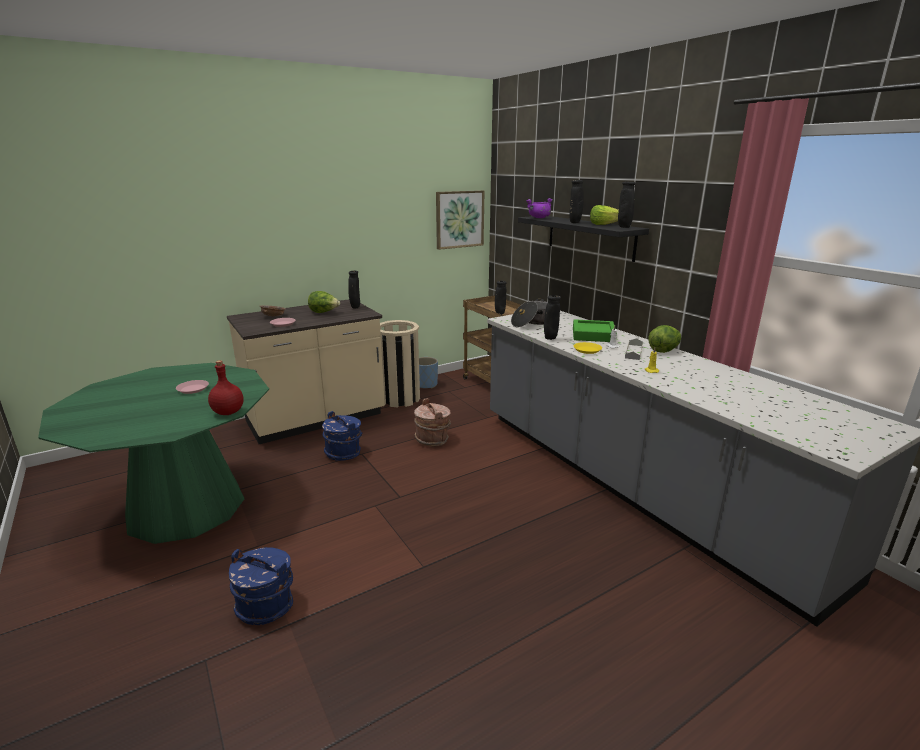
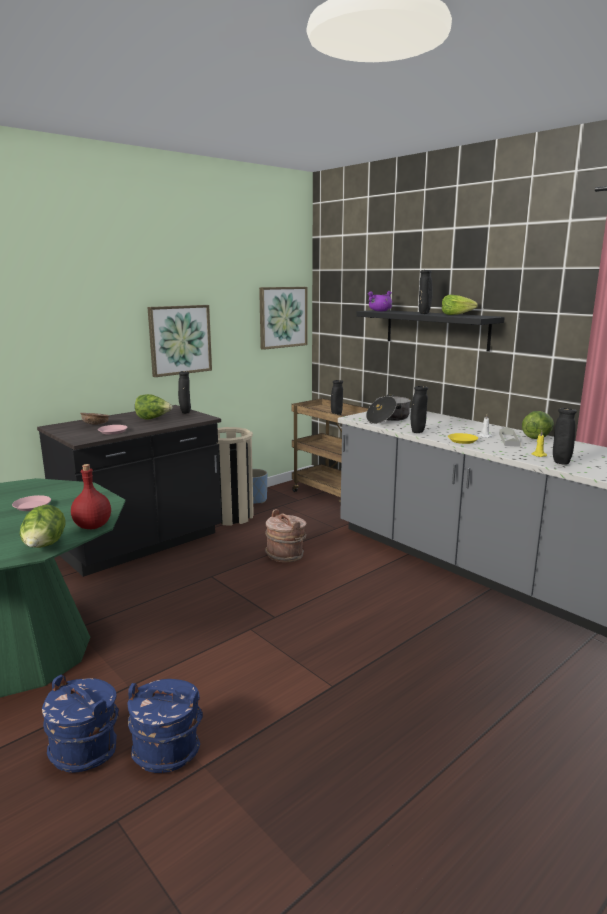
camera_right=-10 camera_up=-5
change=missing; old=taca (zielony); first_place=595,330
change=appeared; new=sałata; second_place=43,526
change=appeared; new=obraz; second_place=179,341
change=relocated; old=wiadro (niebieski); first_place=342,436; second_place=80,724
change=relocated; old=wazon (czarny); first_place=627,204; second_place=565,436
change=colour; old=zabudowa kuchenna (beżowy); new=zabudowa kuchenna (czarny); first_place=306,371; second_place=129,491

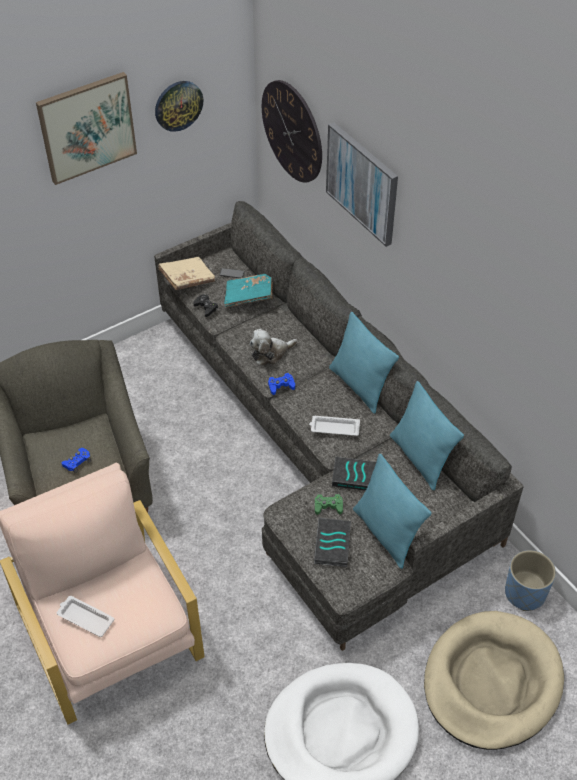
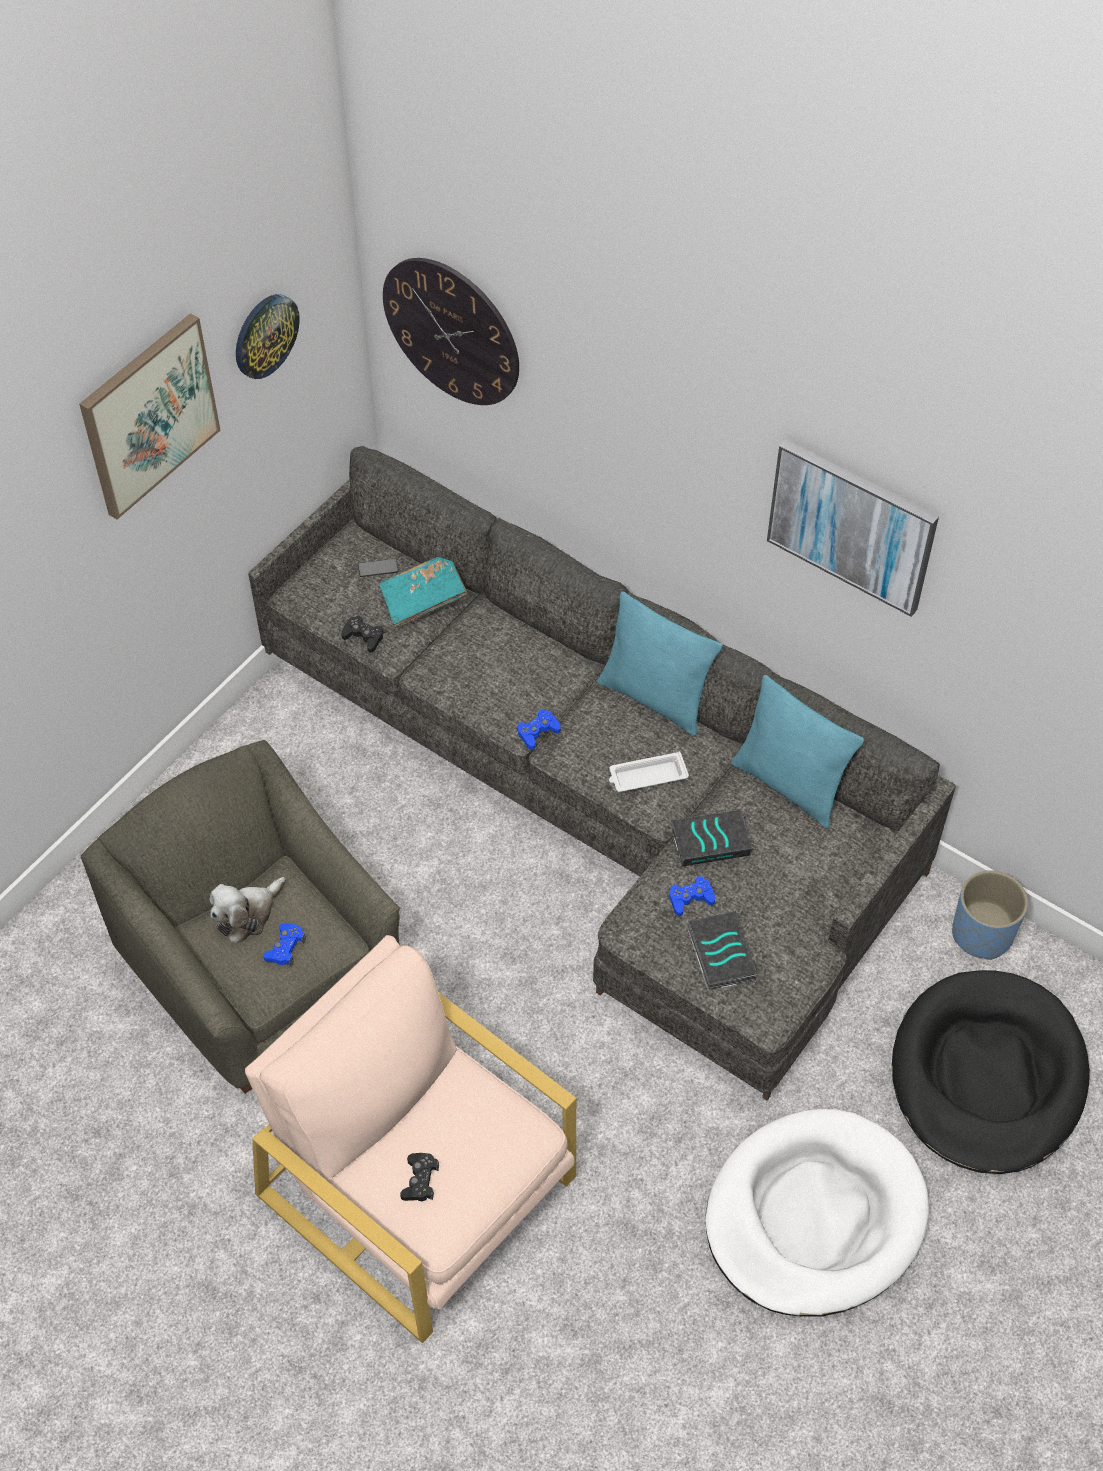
camera_right=-20 camera_up=5
change=missing; old=książka (beżowy); first_place=186,273
change=missing; old=poduszka (turkusowy); first_place=392,511
change=relocated; old=pluszak; first_place=274,347; second_place=247,910
change=relocated; old=obraz; first_place=362,184; second_place=853,528
change=exchanged; old=taca (biały); new=pad do gier (czarny); first_place=85,616; second_place=419,1177
change=colour; old=pad do gier (zielony); new=pad do gier (niebieski); first_place=329,504; second_place=692,896
change=colour; old=legowisko (beżowy); new=legowisko (czarny); first_place=494,680; second_place=991,1072

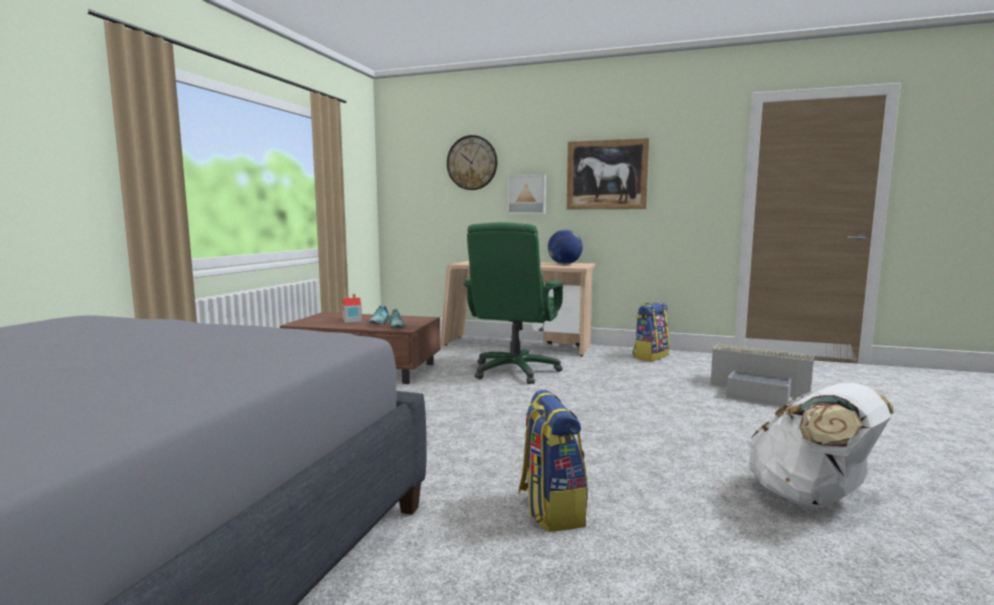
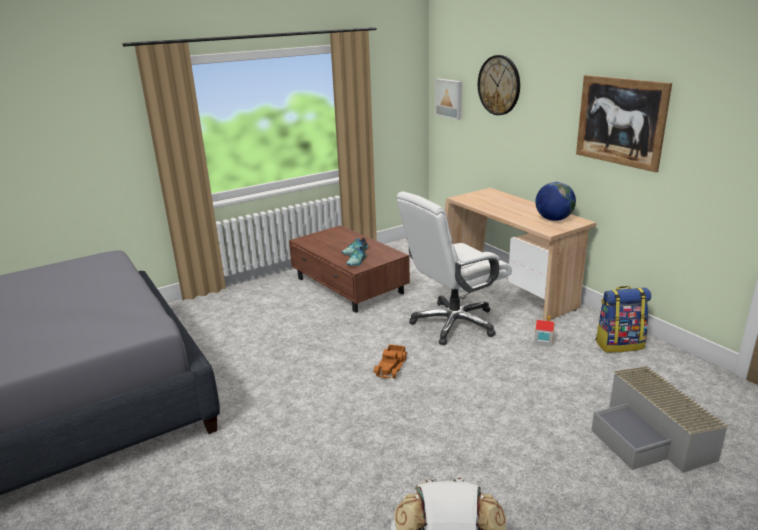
camera_right=40 camera_up=15
change=missing; old=plecak; first_place=553,461
change=appeared; new=ciężarówka zabawkowa; second_place=390,361
change=relocated; old=domek; first_place=352,308; second_place=544,331
change=relocated; old=obraz; first_place=526,194; second_place=448,99
change=colour; old=krzesło biurowe (zielony); new=krzesło biurowe (biały); first_place=513,303; second_place=454,268

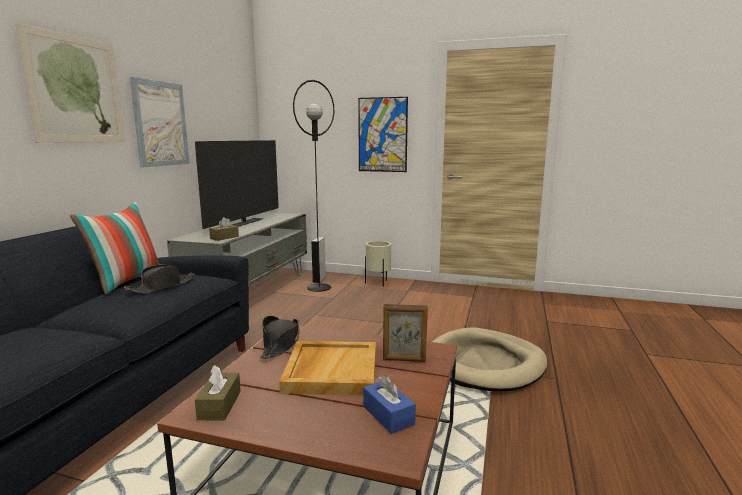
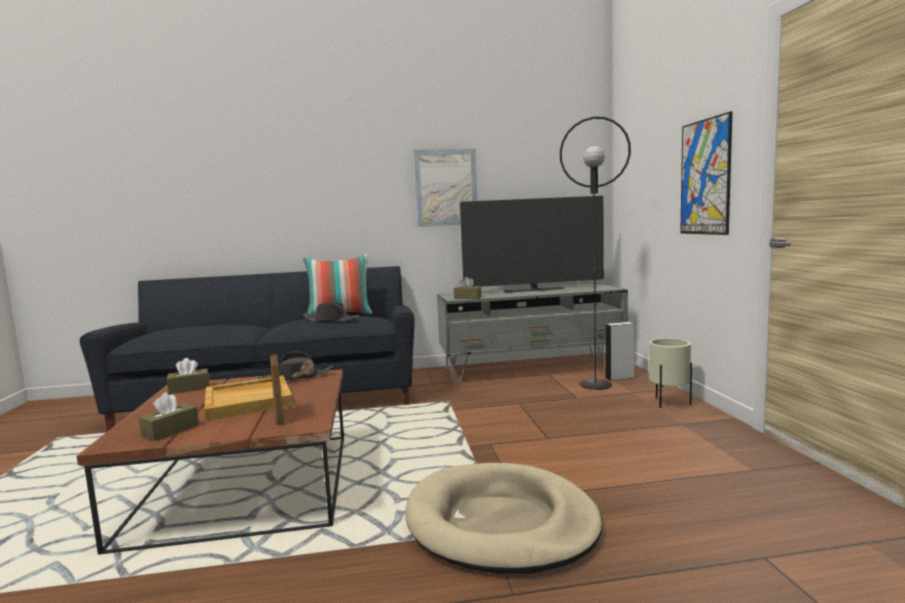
camera_right=65 camera_up=-5
change=missing; old=obraz; first_place=70,83
change=colour; old=pudełko chusteczek (niebieski); new=pudełko chusteczek (brązowy); first_place=389,404; second_place=169,416

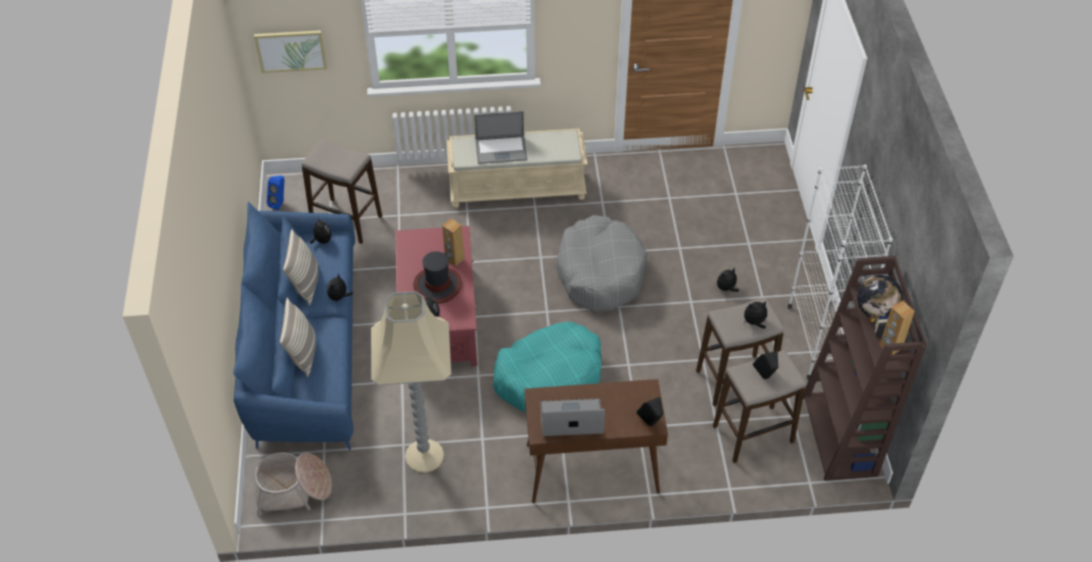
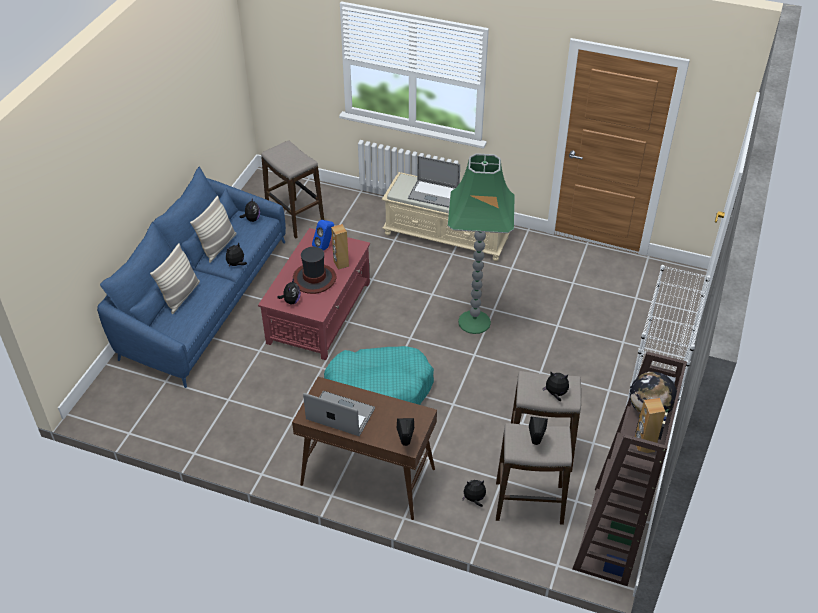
camera_right=25 camera_up=-5
change=missing; old=obraz; first_place=290,51
change=missing; old=koszyk; first_place=293,484
change=missing; old=lampa stojąca (beżowy); first_place=411,382
change=relocated; old=głośnik (niebieski); first_place=276,192; second_place=323,235
change=relocated; old=pluszak; first_place=728,279; second_place=474,493
change=exchanged; old=legowisko (szary); new=lampa stojąca (zielony); first_place=601,263; second_place=481,243

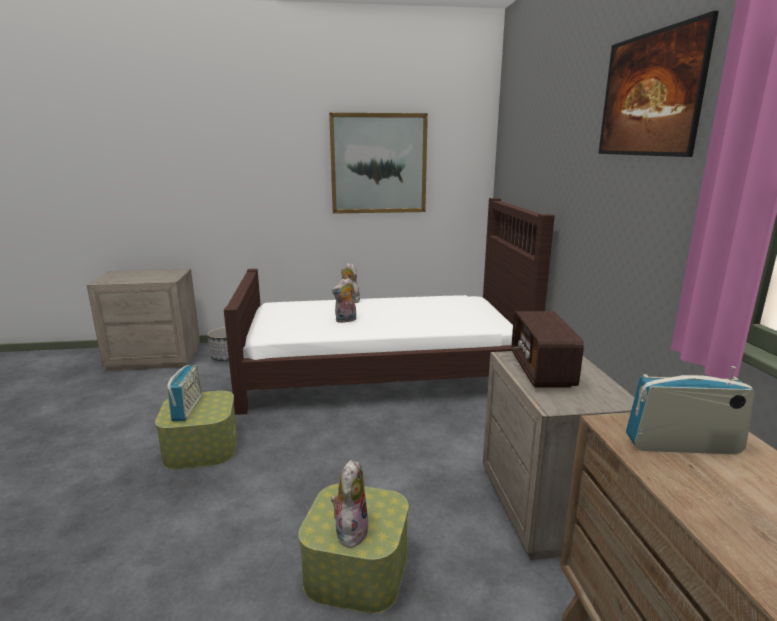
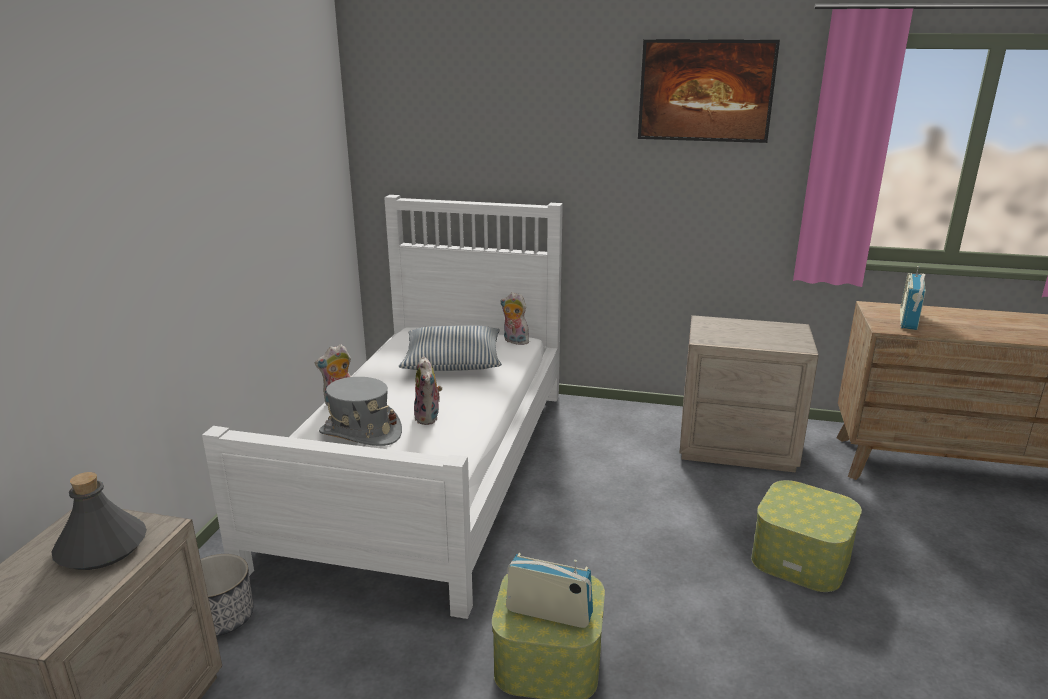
camera_right=-70 camera_up=5
change=missing; old=obraz; first_place=378,163
change=missing; old=radio; first_place=547,349
change=appeared; new=butelka (szary); second_place=99,521
change=appeared; new=kapelusz (szary); second_place=360,411
change=appeared; new=poduszka; second_place=450,348
change=relocated; old=pluszak; first_place=349,504; second_place=514,318
change=colour; old=łóżko (brązowy); new=łóżko (biały); first_place=389,306; second_place=382,407

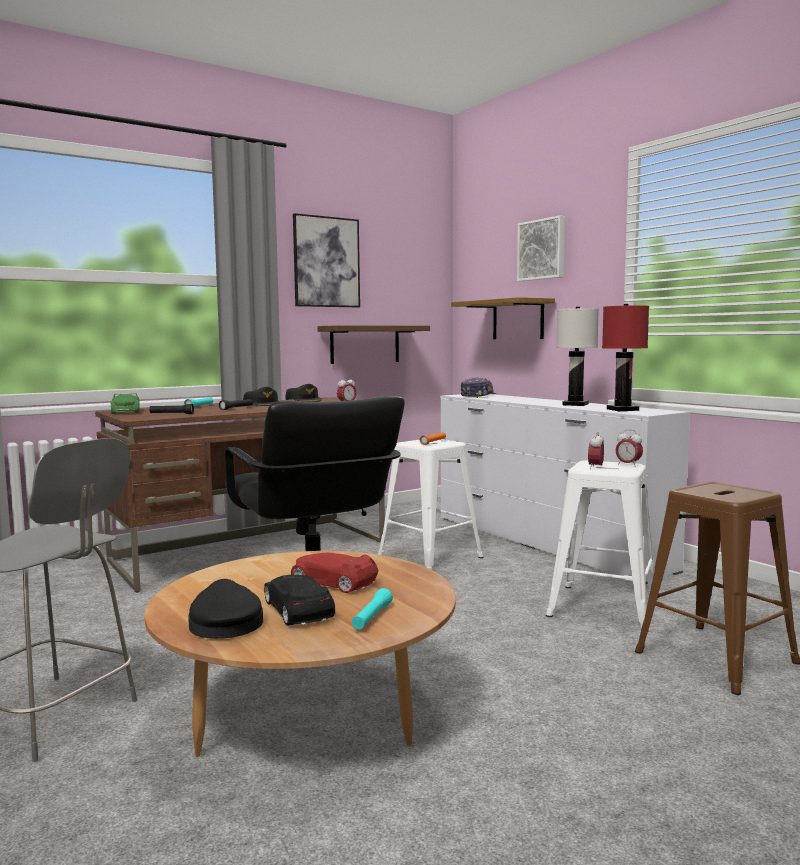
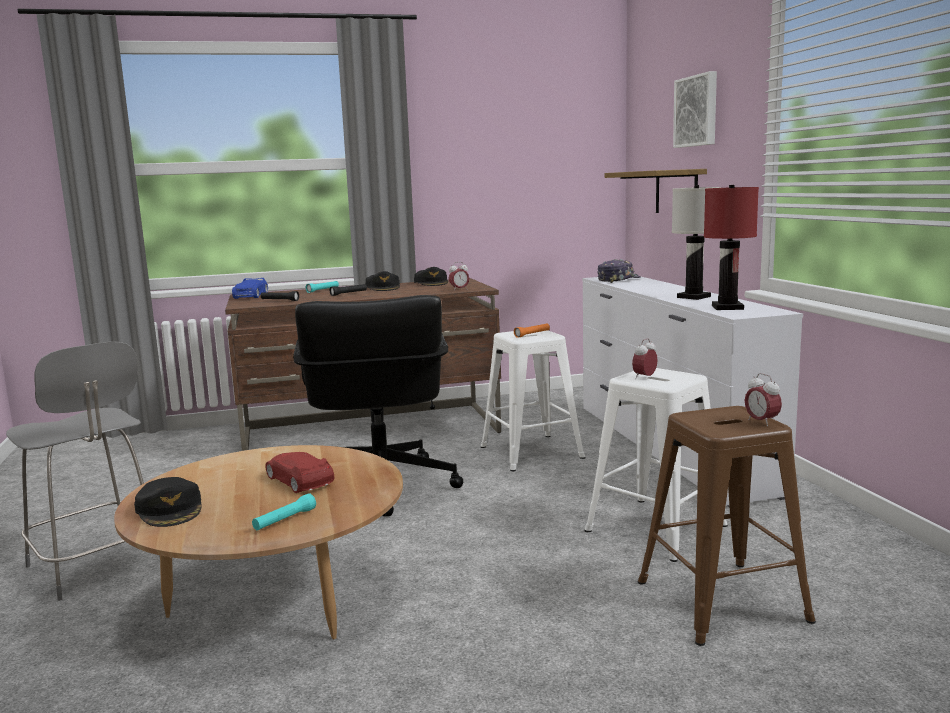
camera_right=20 camera_up=5
change=missing; old=samochodzik (czarny); first_place=299,600
change=missing; old=obraz; first_place=326,260
change=missing; old=półka; first_place=373,344
change=relocated; old=budzik; first_place=629,448; second_place=763,400
change=colour; old=samochodzik (zielony); new=samochodzik (niebieski); first_place=125,403; second_place=250,288
change=spun; old=czapka z daszkiem (czarny); first_place=225,609; second_place=168,502; degrees=150

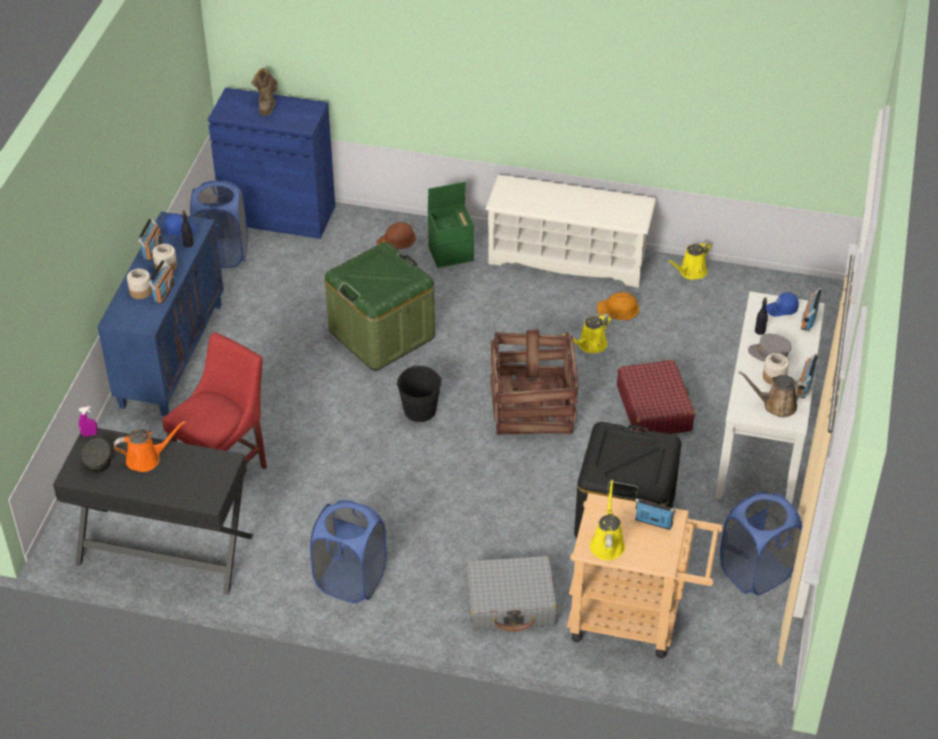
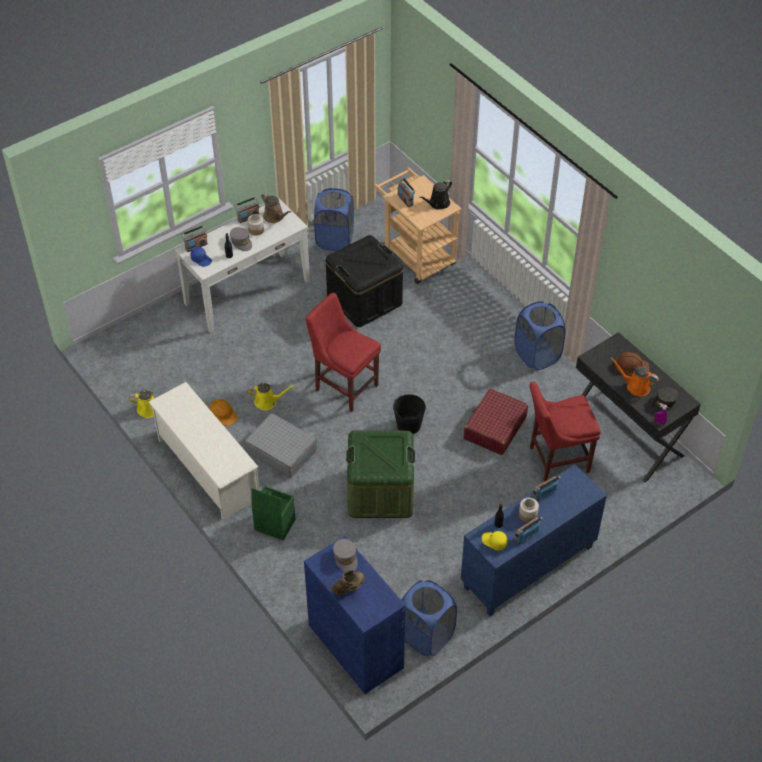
camera_right=-140 camera_up=5
change=missing; old=słoik; first_place=139,283
change=appeared; new=czapka z daszkiem (szary); second_place=345,555
change=relocated; old=kask (brązowy); first_place=396,235; second_place=632,364
change=relocated; old=walizka (szary); first_place=511,594; second_place=281,445
change=relocated; old=walizka (czerwony); first_place=656,397; second_place=496,422
change=exchanged; old=skrzynka; new=krzesło (czerwony); first_place=535,382; second_place=343,352
change=colour; old=czapka z daszkiem (niebieski); new=czapka z daszkiem (żółty); first_place=180,224; second_place=495,540
change=colour; old=konewka (żółty); new=konewka (czarny); first_place=607,520; second_place=435,195

